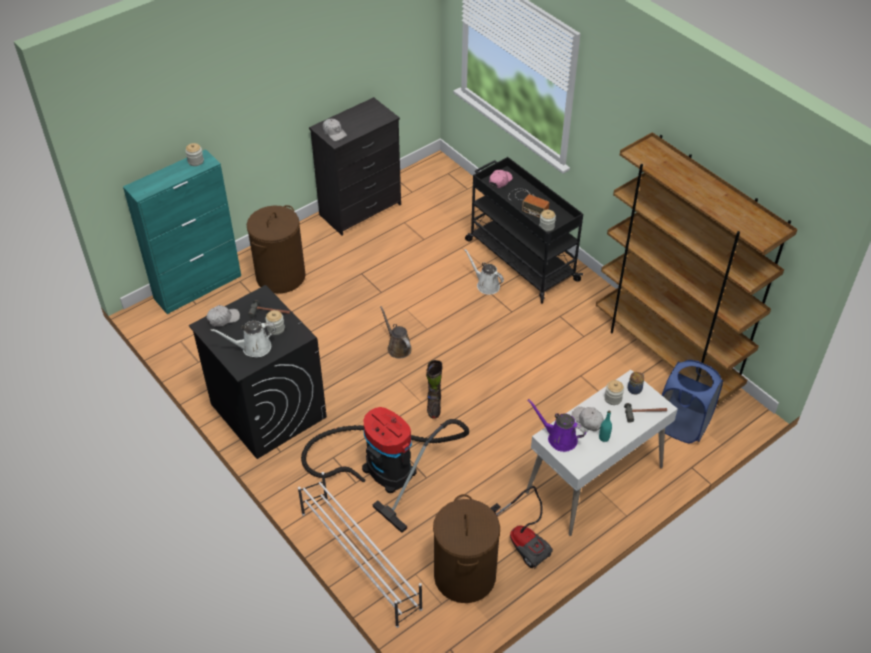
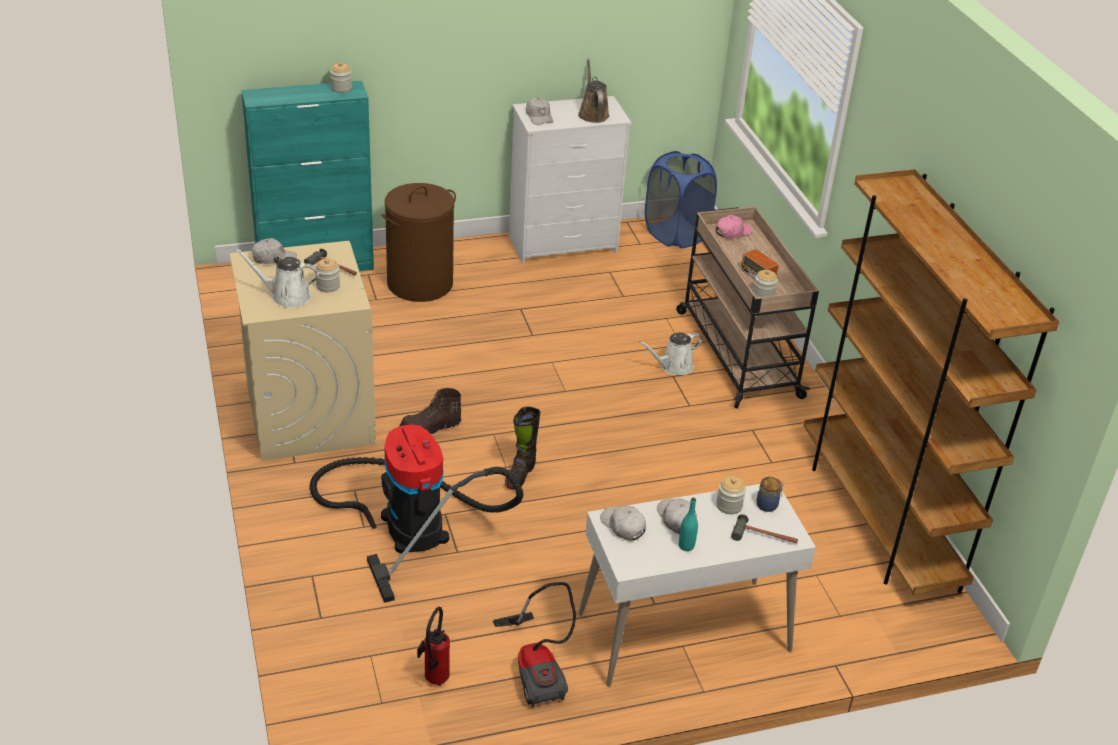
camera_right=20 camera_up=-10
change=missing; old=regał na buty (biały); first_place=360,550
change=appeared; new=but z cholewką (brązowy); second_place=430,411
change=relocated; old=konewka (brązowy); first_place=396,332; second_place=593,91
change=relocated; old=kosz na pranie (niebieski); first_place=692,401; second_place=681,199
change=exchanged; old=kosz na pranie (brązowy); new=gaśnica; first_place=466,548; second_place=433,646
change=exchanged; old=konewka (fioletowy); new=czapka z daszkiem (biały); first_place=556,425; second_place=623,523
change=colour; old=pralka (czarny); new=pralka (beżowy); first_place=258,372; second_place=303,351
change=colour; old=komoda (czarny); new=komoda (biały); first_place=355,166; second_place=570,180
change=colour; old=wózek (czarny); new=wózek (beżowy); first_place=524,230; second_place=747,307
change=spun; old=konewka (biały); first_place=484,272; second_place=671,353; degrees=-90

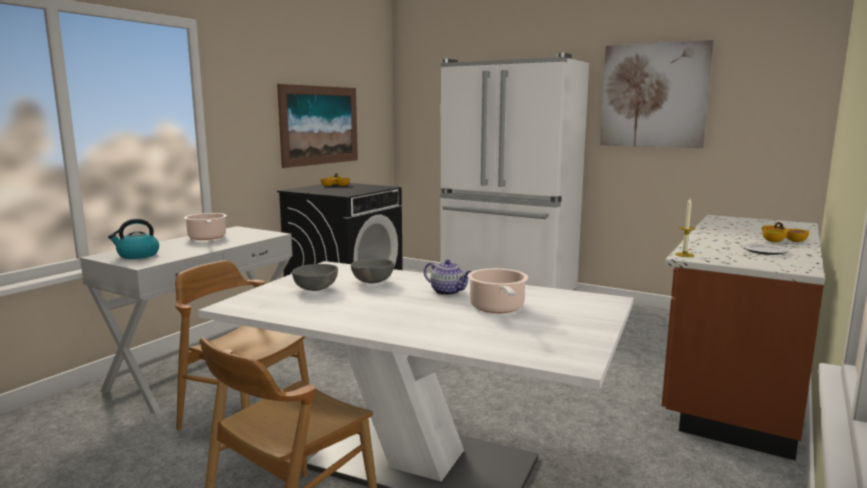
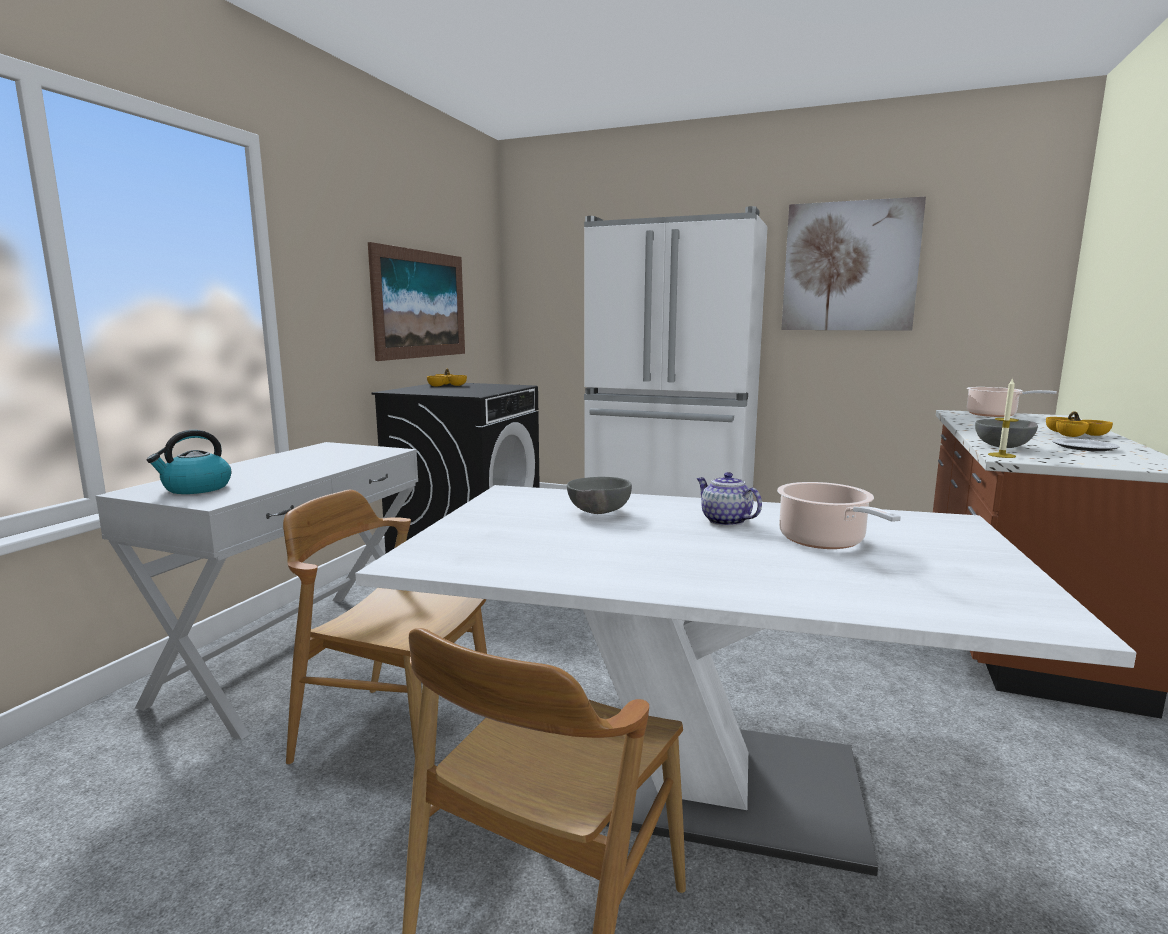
camera_right=-10 camera_up=0
change=relocated; old=garnek; first_place=205,226; second_place=1012,402
change=relocated; old=miska (szary); first_place=315,277; second_place=1006,433
change=spun; old=imbryk; first_place=447,277; second_place=729,499; degrees=-150

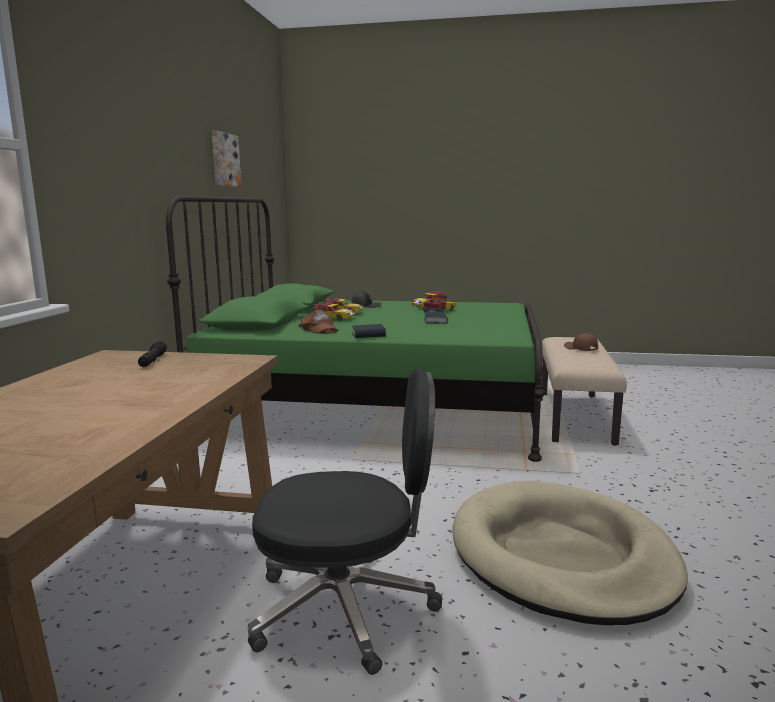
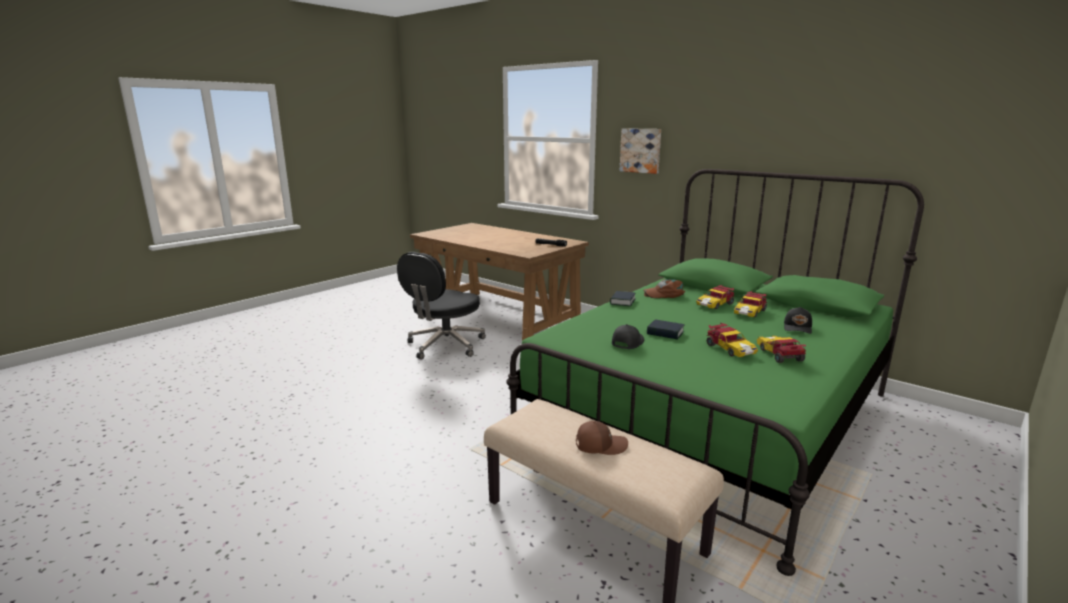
camera_right=120 camera_up=5
change=missing; old=legowisko (beżowy); first_place=570,553
change=appeared; new=czapka z daszkiem (czarny); second_place=628,336
change=relocated; old=obraz; first_place=227,159; second_place=640,151

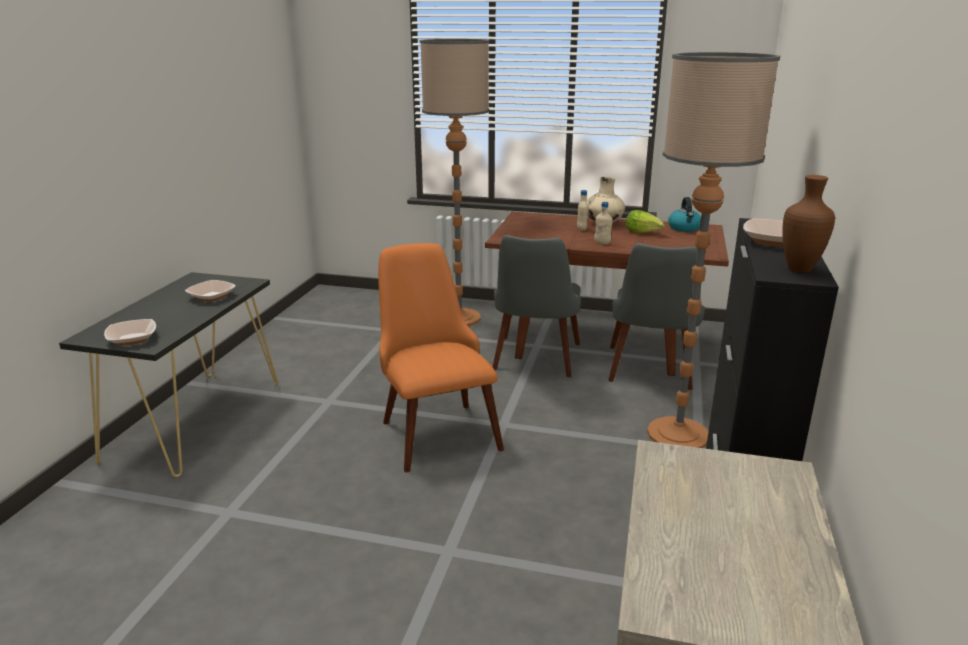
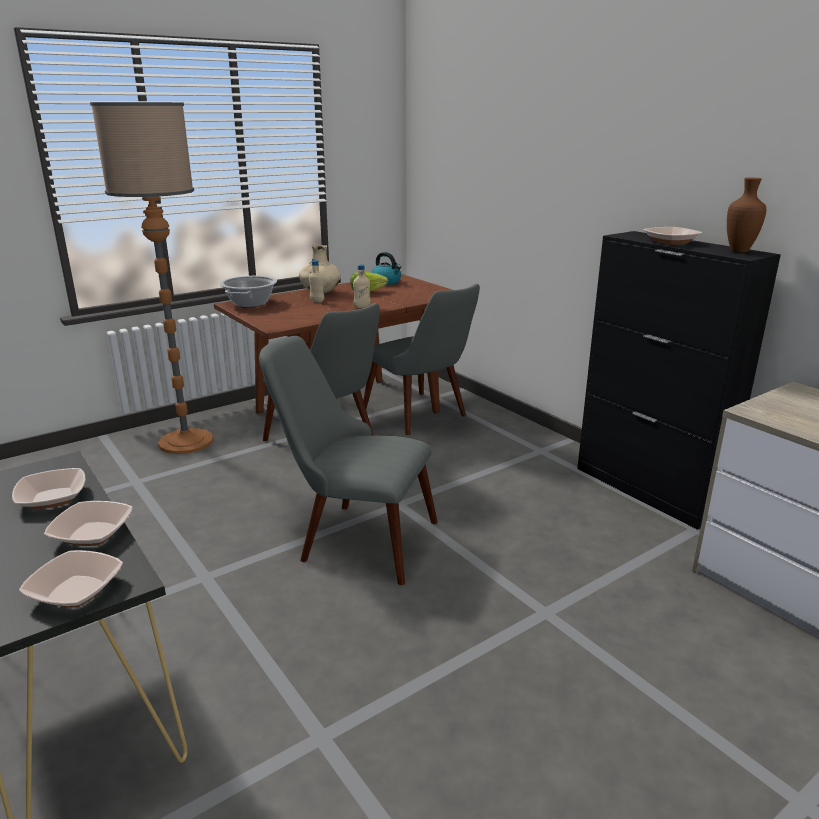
camera_right=-50 camera_up=0
change=missing; old=lampa stojąca; first_place=713,250
change=appeared; new=miska; second_place=88,523
change=appeared; new=garnek; second_place=248,292
change=colour; old=krzesło (pomarańczowy); new=krzesło (szary); first_place=441,357; second_place=348,460

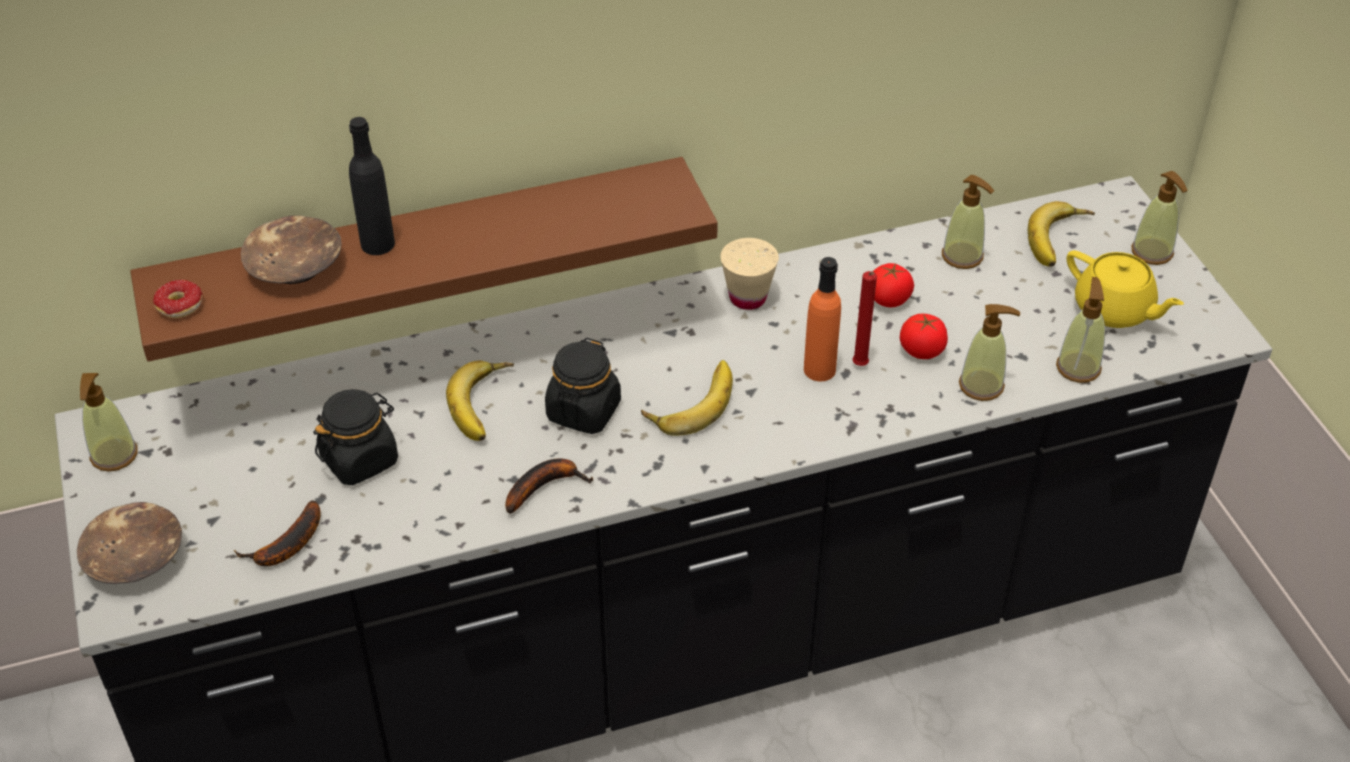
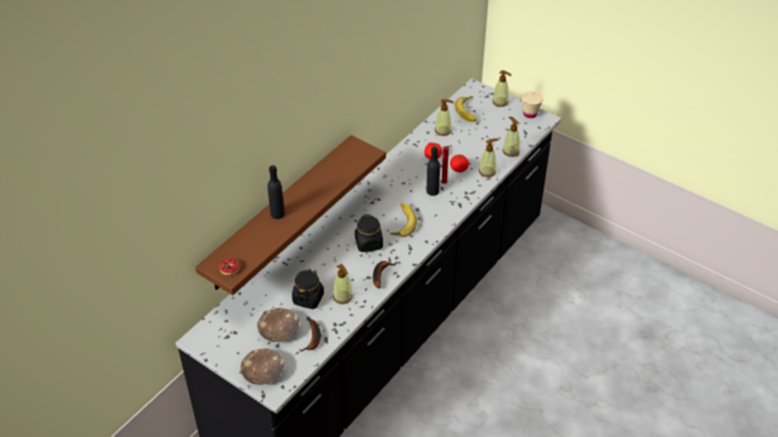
camera_right=-35 camera_up=0
change=missing; old=banan; first_place=480,400
change=missing; old=imbryk (żółty); first_place=1125,289
change=relocated; old=dozownik mydła; first_place=108,422; second_place=342,284
change=relocated; old=miska (brązowy); first_place=291,249; second_place=278,325
change=relocated; old=filiżanka (beżowy); first_place=749,274; second_place=532,104
change=colour; old=butelka (pomarańczowy); new=butelka (czarny); first_place=822,319; second_place=433,171

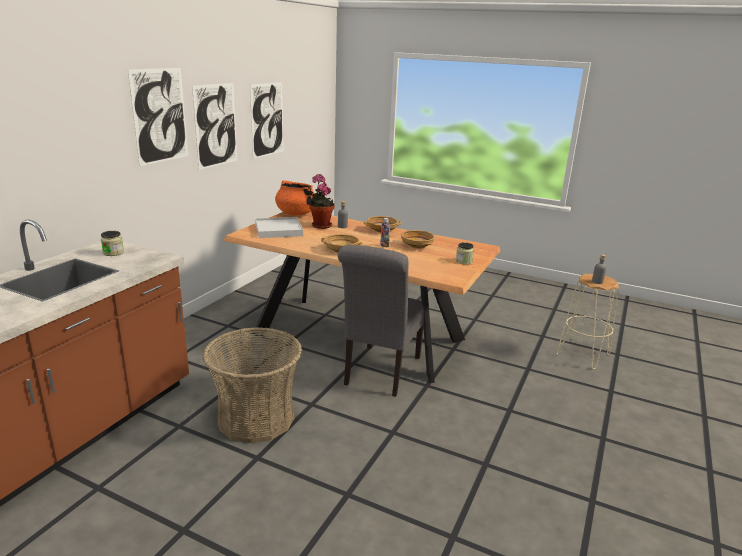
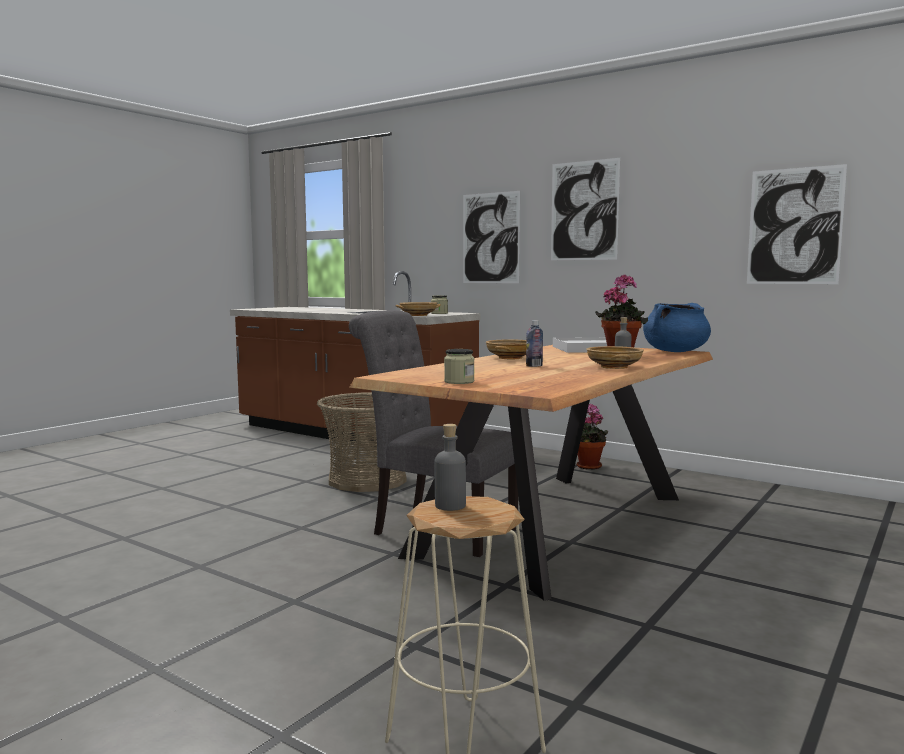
camera_right=100 camera_up=-15
change=appeared; new=roślina doniczkowa; second_place=592,436
change=relocated; old=obraz; first_place=214,126; second_place=491,237
change=relocated; old=miska (beżowy); first_place=418,239; second_place=418,309
change=colour; old=garnek (pomarańczowy); new=garnek (niebieski); first_place=295,197; second_place=677,327

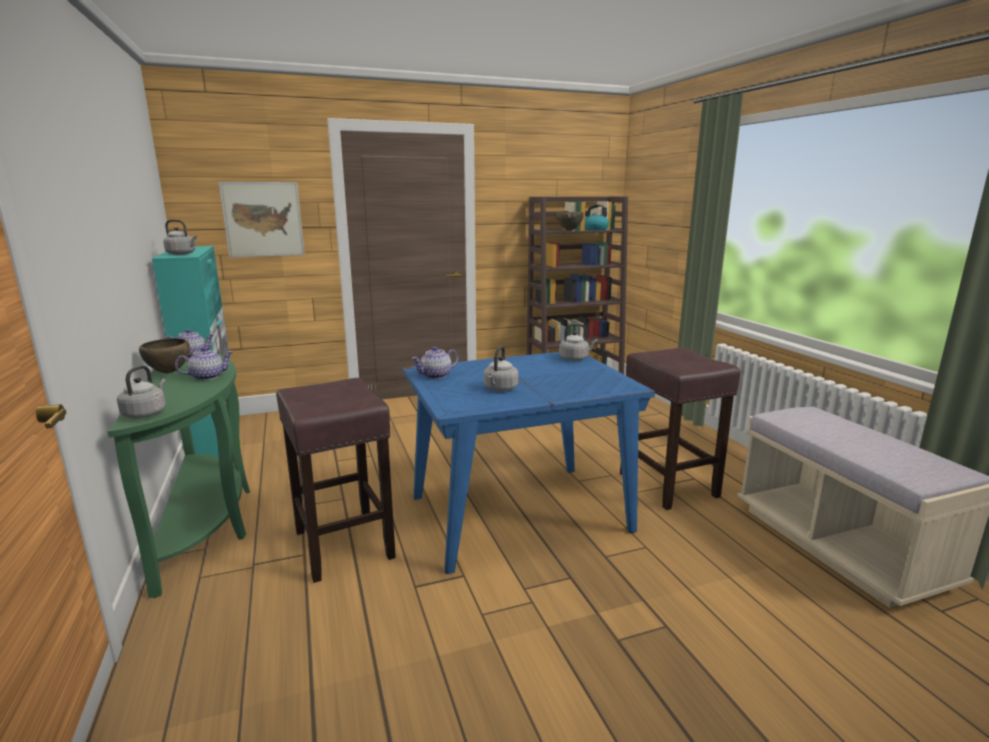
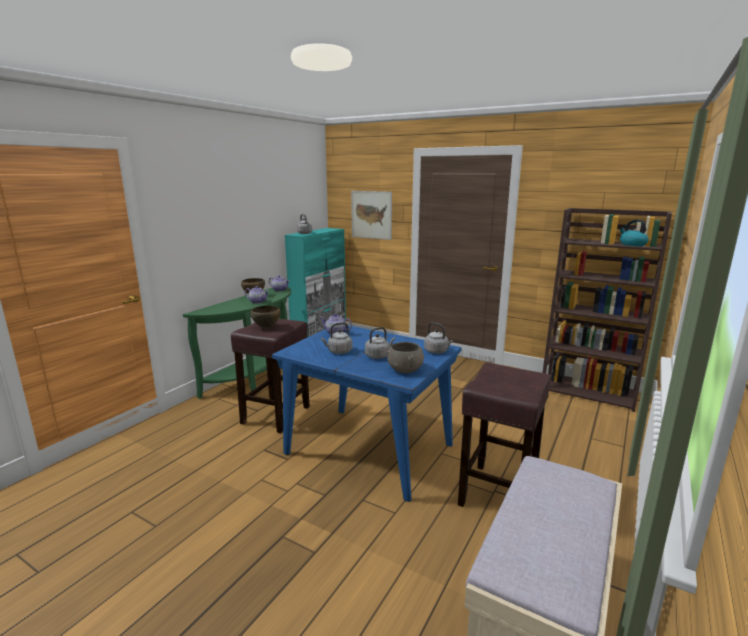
camera_right=50 camera_up=0
change=appeared; new=miska (szary); second_place=405,357
change=relocated; old=czajnik (szary); first_place=141,391; second_place=380,343
change=relocated; old=miska (brązowy); first_place=570,221; second_place=265,317

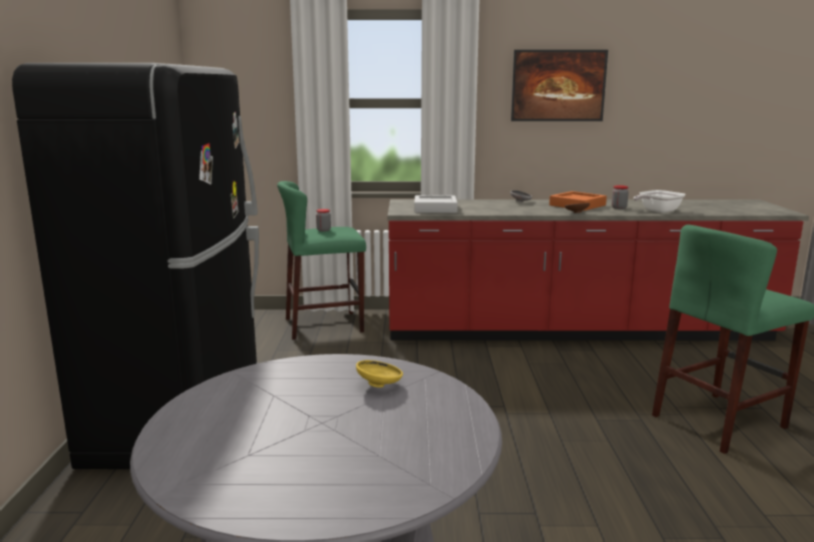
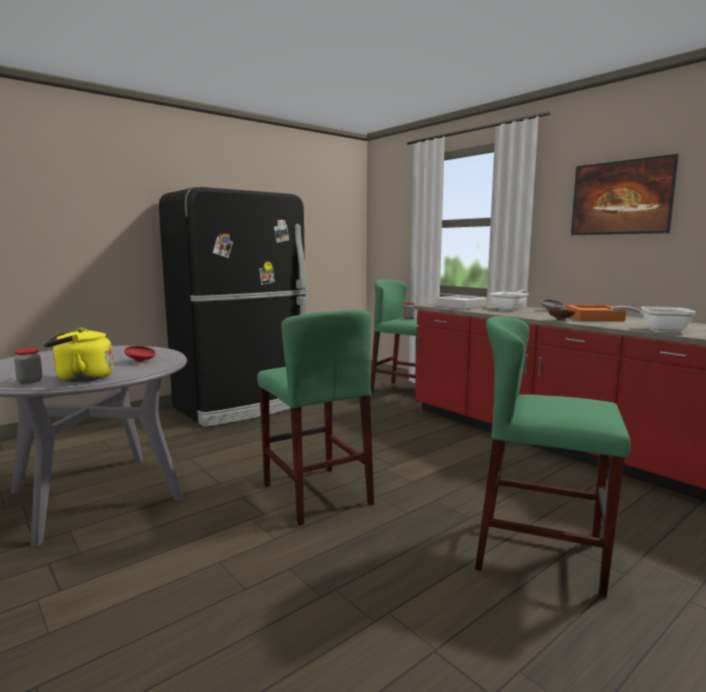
camera_right=50 camera_up=-5
change=appeared; new=czajnik (żółty); second_place=78,355
change=appeared; new=stołek (zielony); second_place=315,418
change=appeared; new=patelnia; second_place=510,300
change=relocated; old=słoik; first_place=620,197; second_place=28,366
change=colour; old=miska (żółty); new=miska (czerwony); first_place=379,374; second_place=140,354

